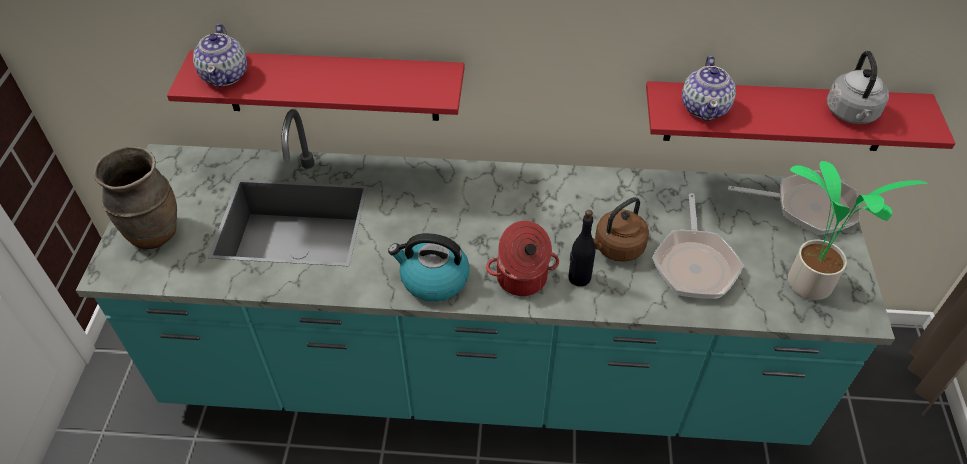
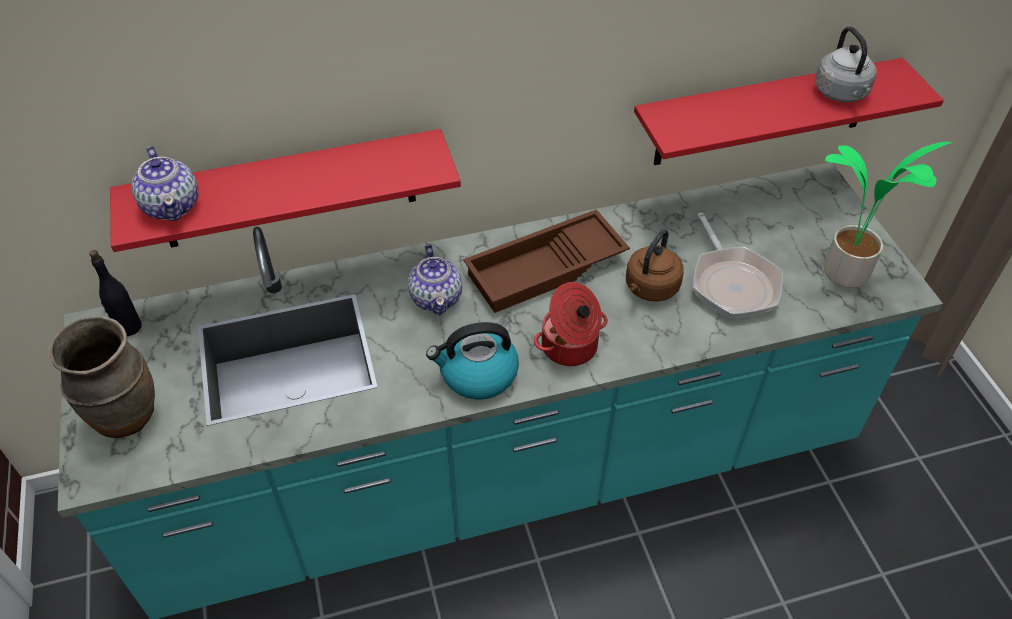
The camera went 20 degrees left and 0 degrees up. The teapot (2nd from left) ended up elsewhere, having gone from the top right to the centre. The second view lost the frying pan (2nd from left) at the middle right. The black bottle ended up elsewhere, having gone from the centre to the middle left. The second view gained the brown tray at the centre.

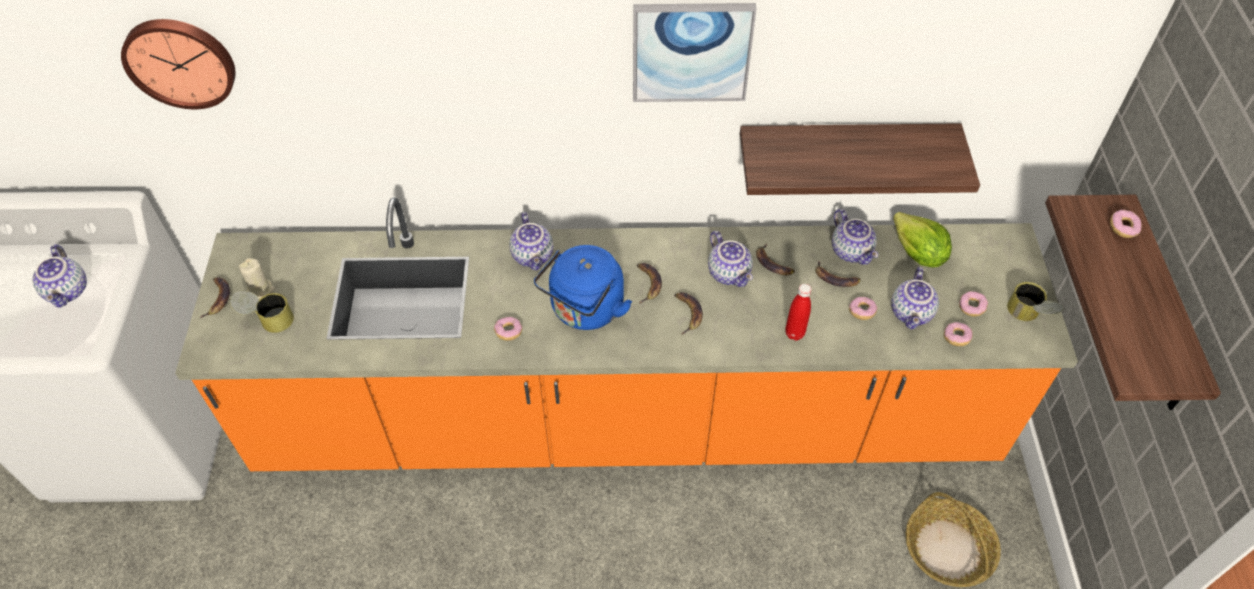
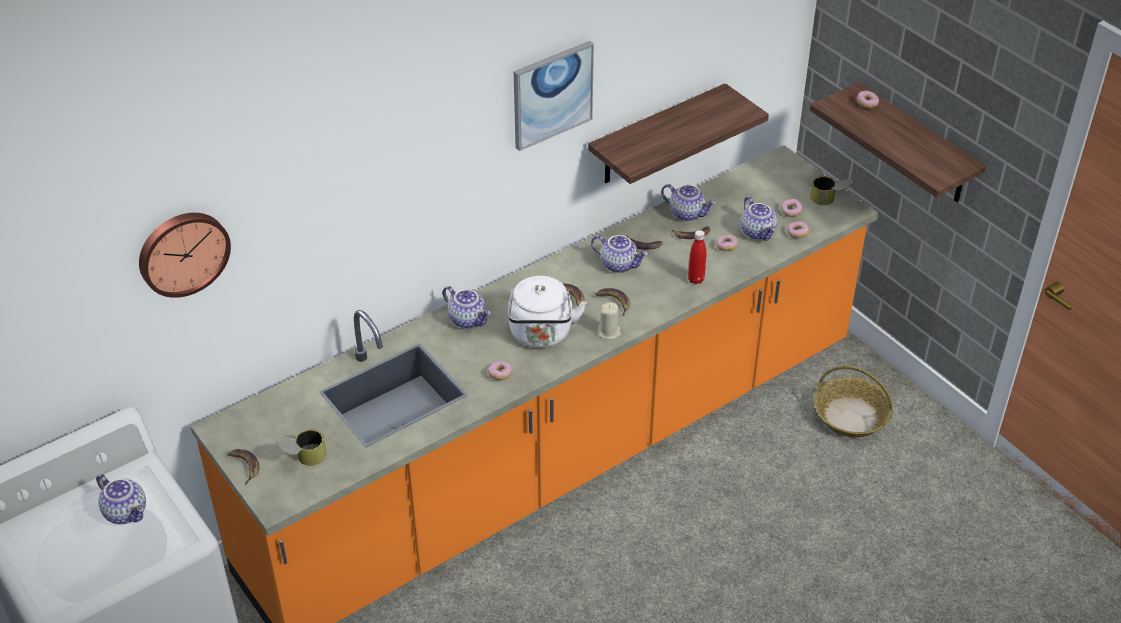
The camera went 35 degrees left and 10 degrees down. The second view lost the lettuce at the middle right. What was the blue kettle at the centre turned into the white kettle at the centre. The beige candle ended up elsewhere, having gone from the middle left to the centre.

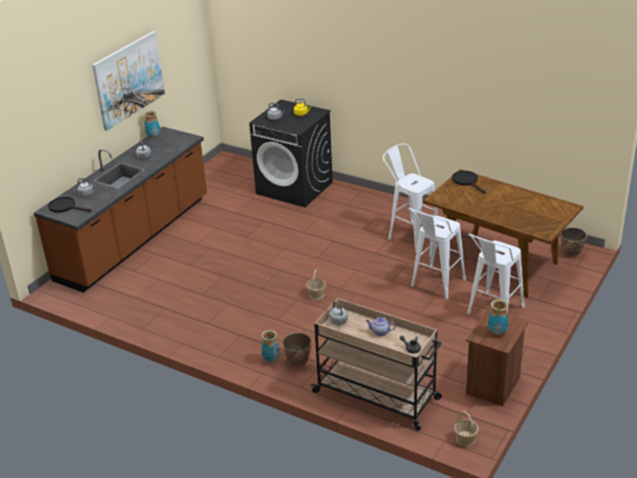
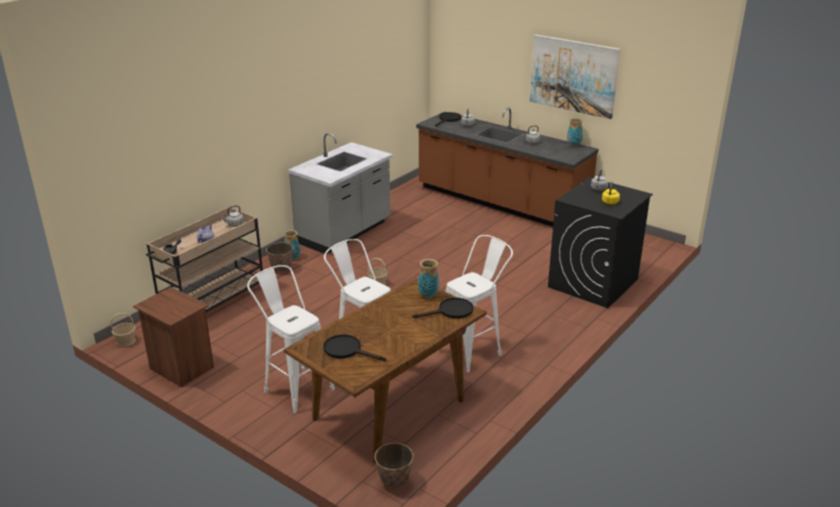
The camera went 95 degrees right and 5 degrees down. The vase (3rd from left in the first image) ended up elsewhere, having gone from the middle right to the centre. The second view gained the grey counter at the centre. The second view gained the black frying pan (1st from left) at the bottom centre.

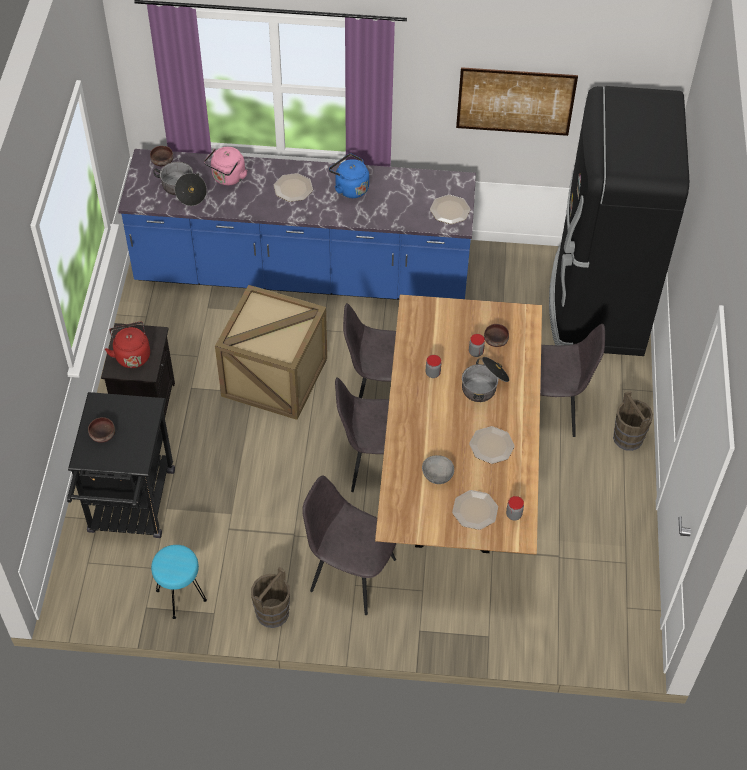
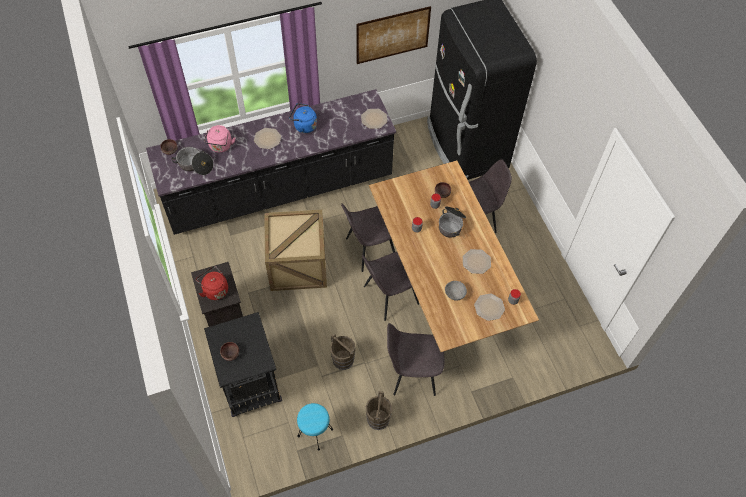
The camera went 25 degrees left and 5 degrees up. What was the blue counter at the top centre turned into the black counter at the top centre. The brown bucket (2nd from left in the first image) ended up elsewhere, having gone from the middle right to the bottom centre.

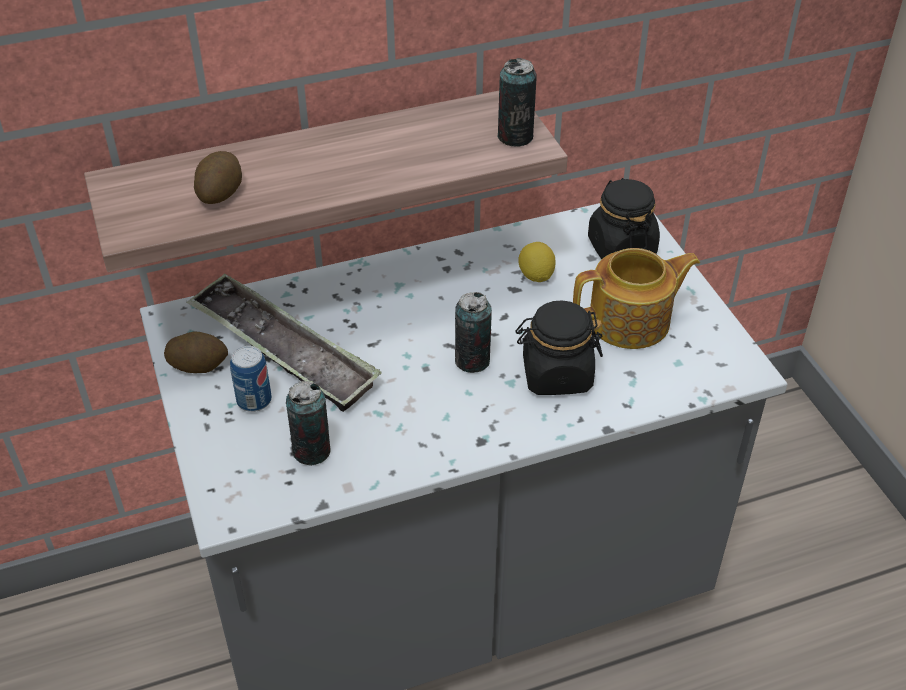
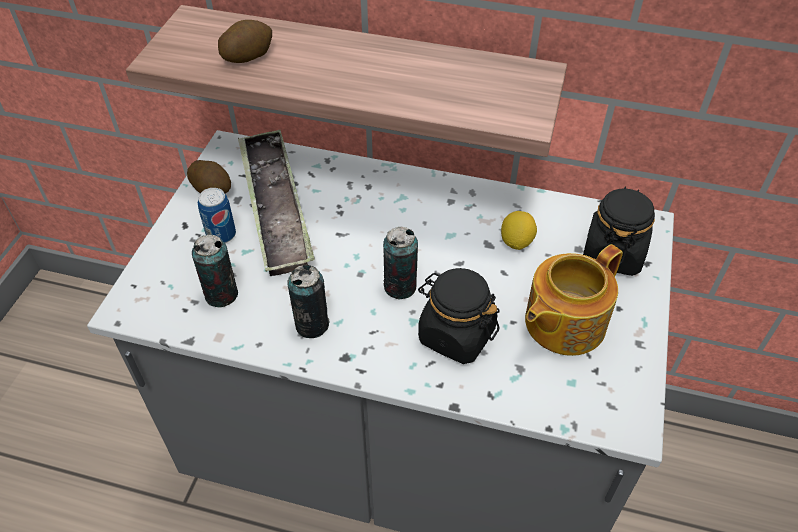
The camera went 35 degrees right and 5 degrees up. The can (4th from left in the first image) ended up elsewhere, having gone from the top centre to the centre. The teapot at the middle right ended up facing another way, 120 degrees clockwise from before.

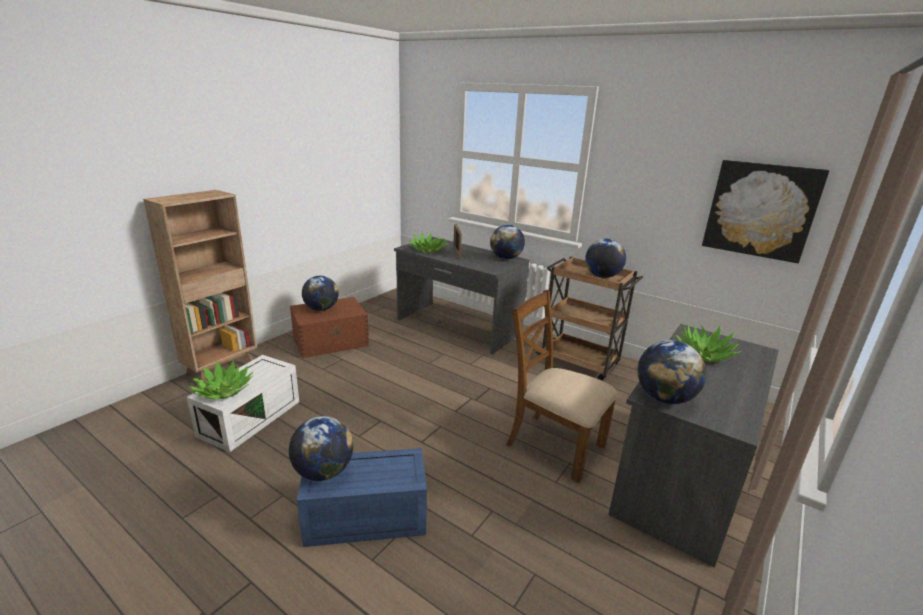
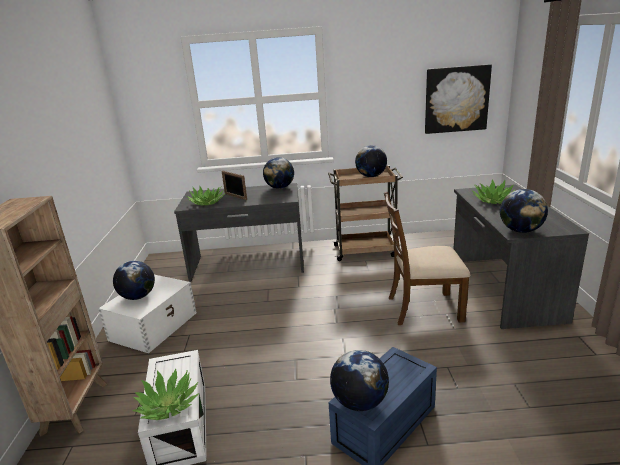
The camera went 35 degrees left and 0 degrees up. What was the brown storage box at the centre turned into the white storage box (1st from left) at the bottom left.

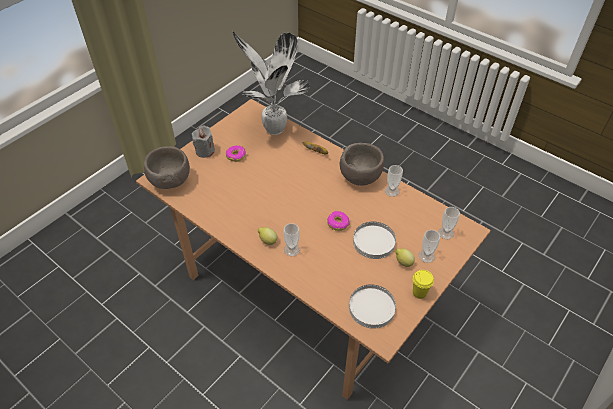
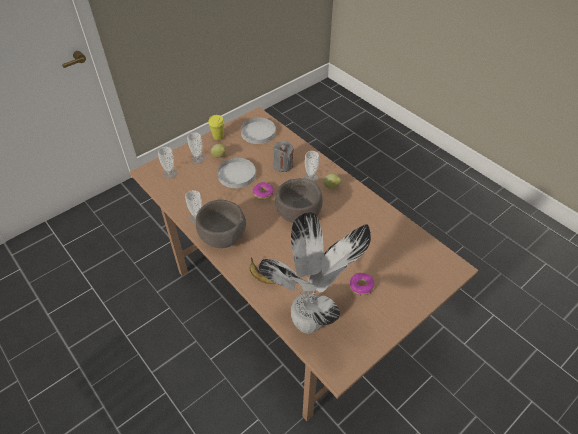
The camera went 170 degrees left and 0 degrees up. The grey candle ended up elsewhere, having gone from the middle left to the centre. The brown bowl (1st from left in the first image) ended up elsewhere, having gone from the middle left to the centre.

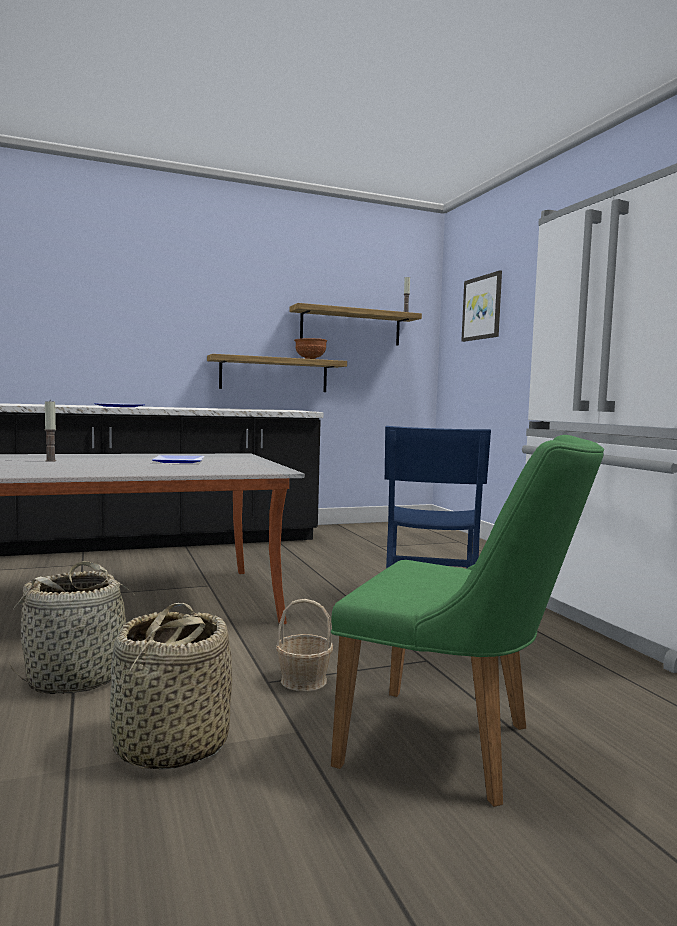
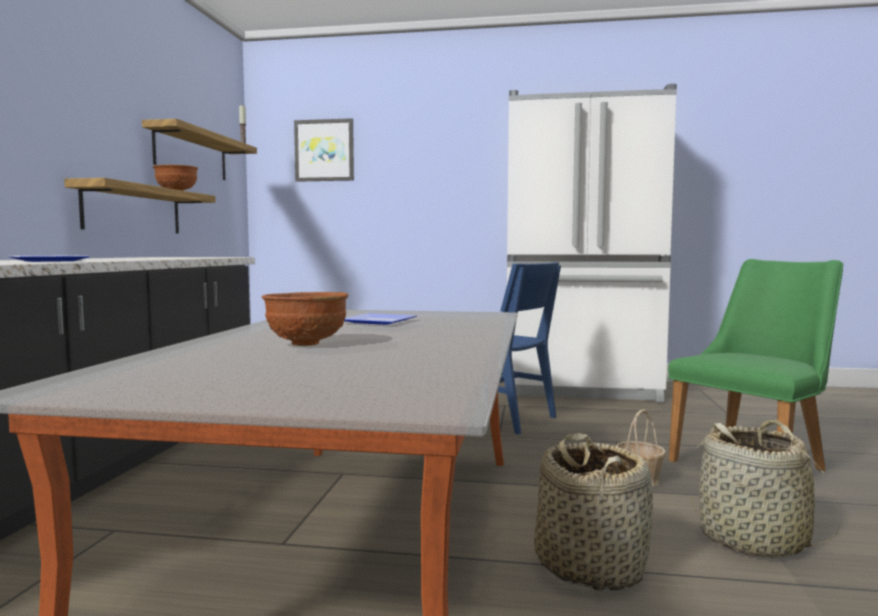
The camera went 60 degrees left and 0 degrees up. Where the candle (1st from left) stood at the middle left, the brown bowl (2nd from left) came to stand at the centre.

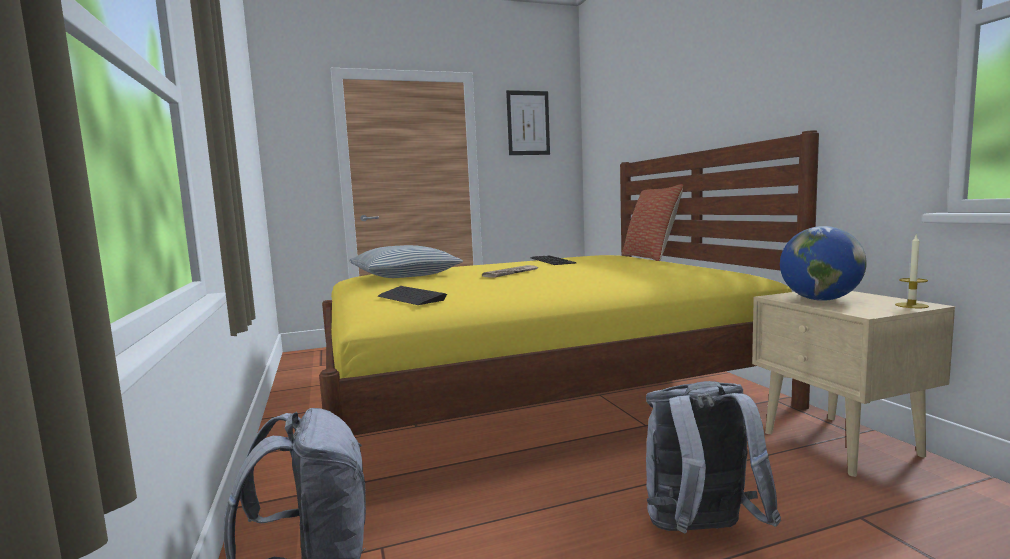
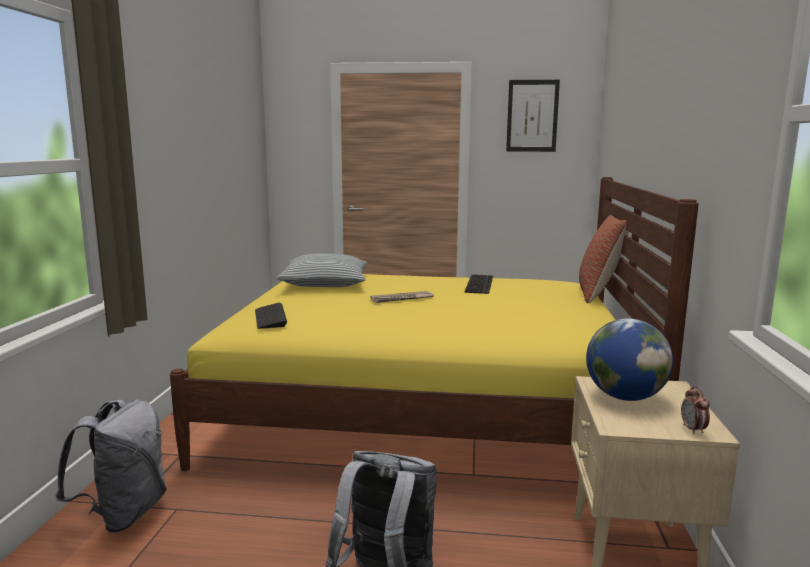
The camera went 25 degrees right and 5 degrees up. Where the candle stood at the middle right, the alarm clock came to stand at the bottom right.

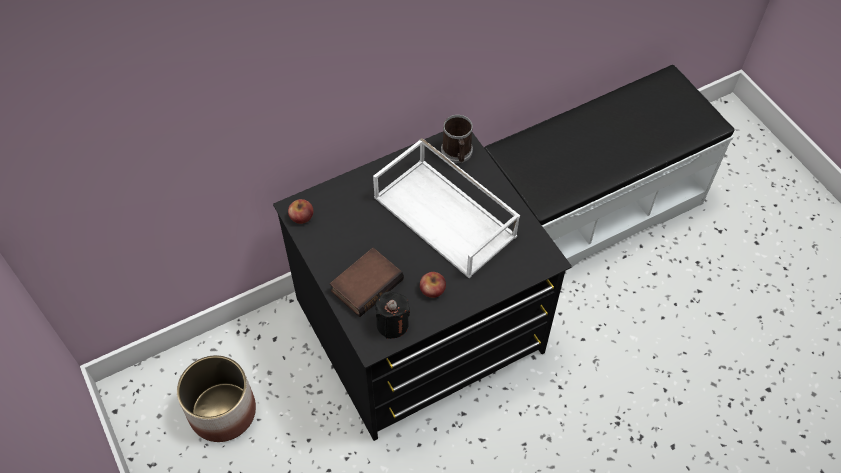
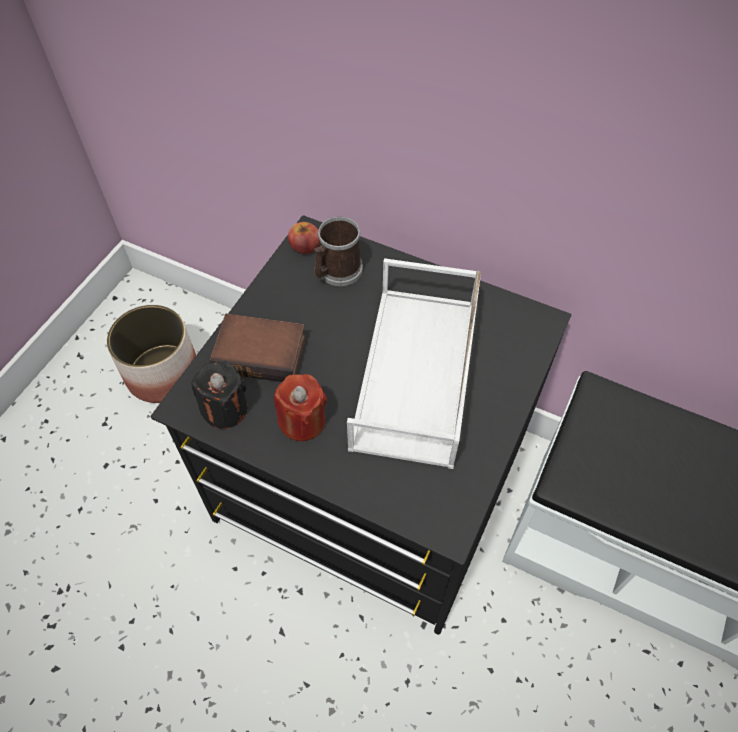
The camera went 55 degrees right and 0 degrees up. The mug ended up elsewhere, having gone from the top centre to the centre. Where the apple (2nd from left) stood at the centre, the red candle came to stand at the centre.

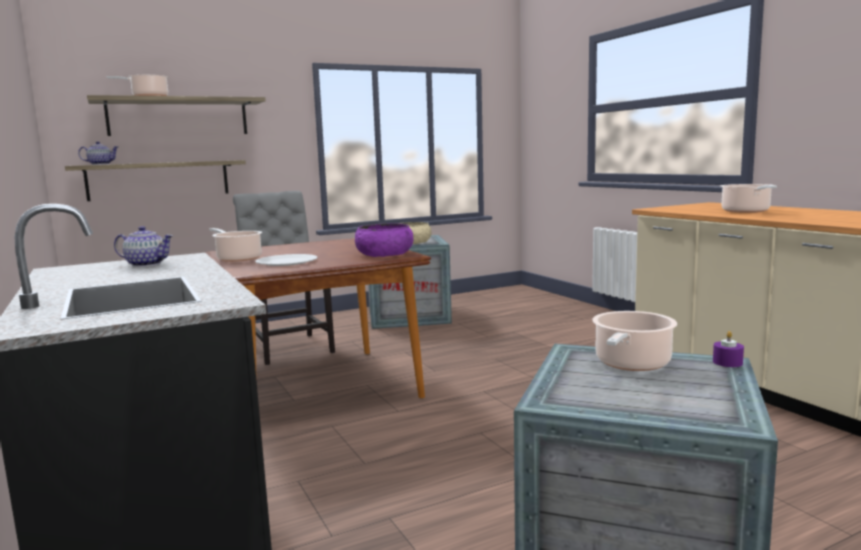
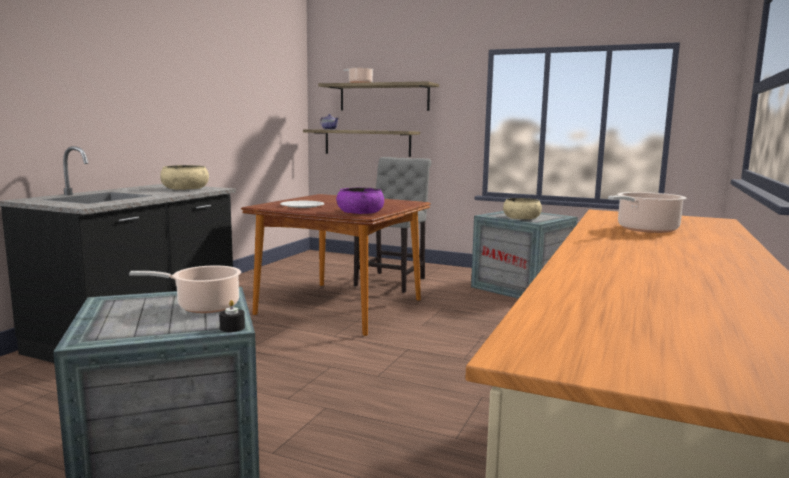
The camera went 50 degrees right and 0 degrees up. Where the teapot (2nd from left) stood at the middle left, the beige bowl (1st from left) came to stand at the middle left. The second view lost the cooking pot (2nd from left) at the middle left. What was the purple candle at the middle right turned into the black candle at the middle left.

